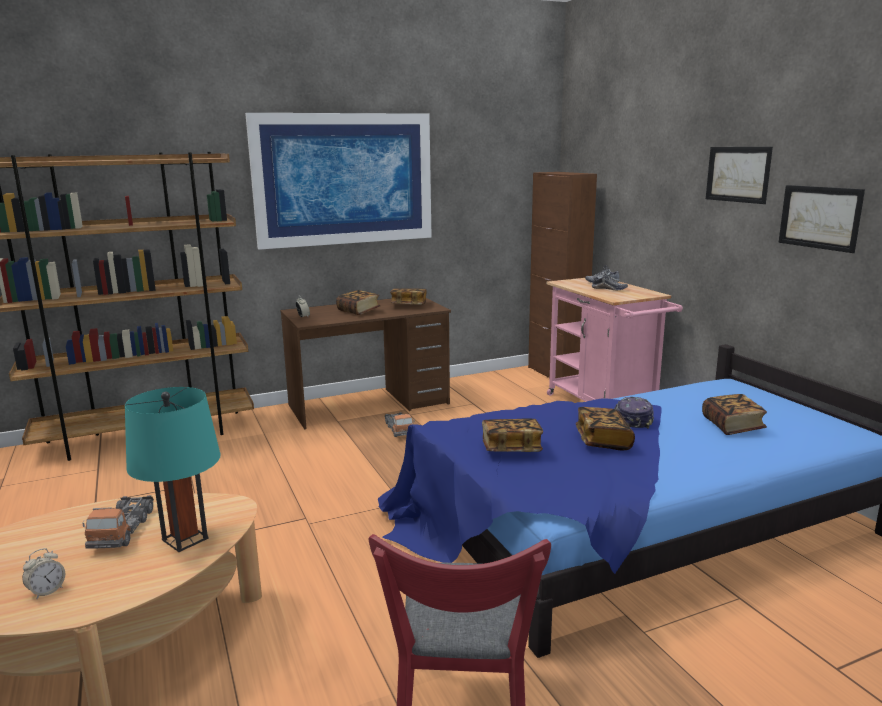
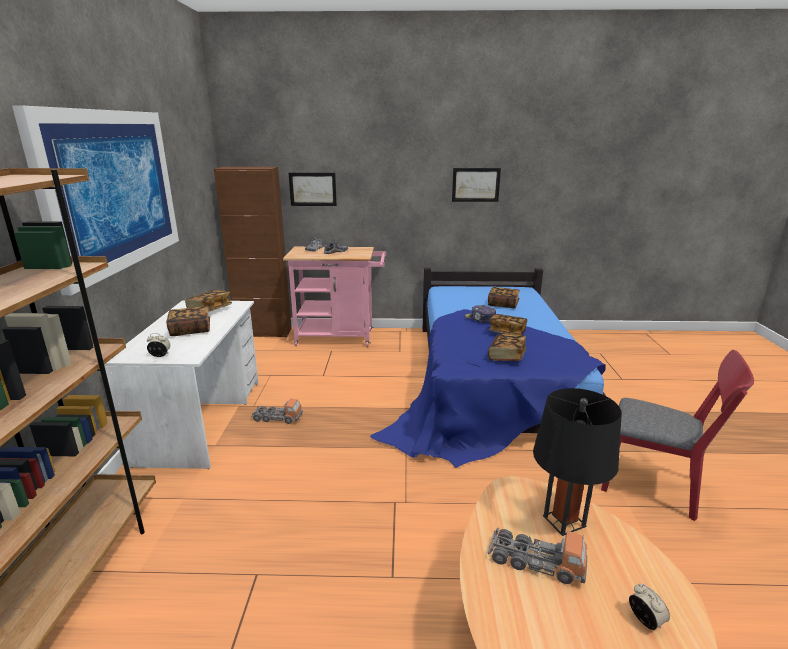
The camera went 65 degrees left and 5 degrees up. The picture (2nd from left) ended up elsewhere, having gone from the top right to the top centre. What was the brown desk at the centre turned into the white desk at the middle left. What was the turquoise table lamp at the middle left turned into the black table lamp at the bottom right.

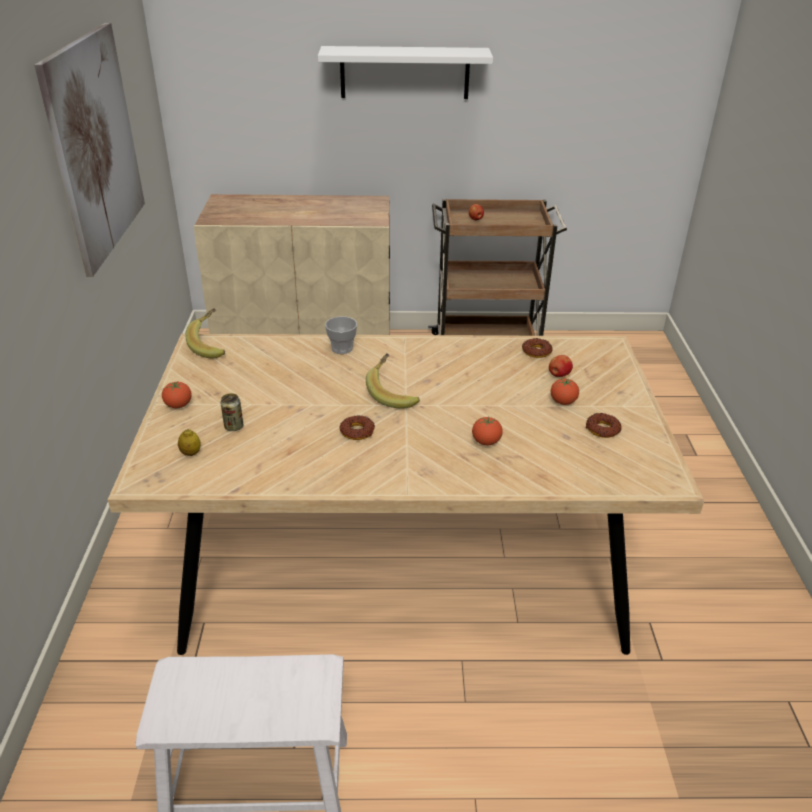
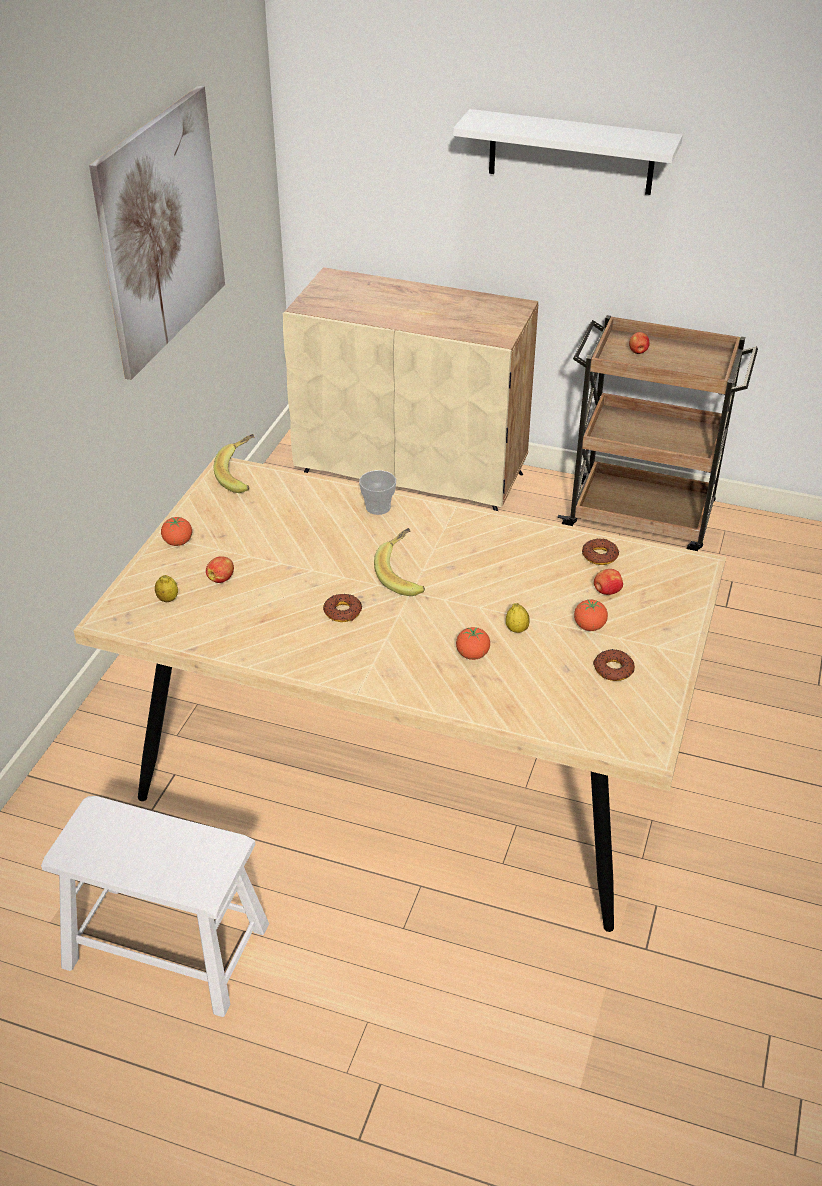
The camera went 20 degrees right and 5 degrees up. Where the can stood at the middle left, the apple (1st from left) came to stand at the middle left. The second view gained the lemon (2nd from left) at the centre.

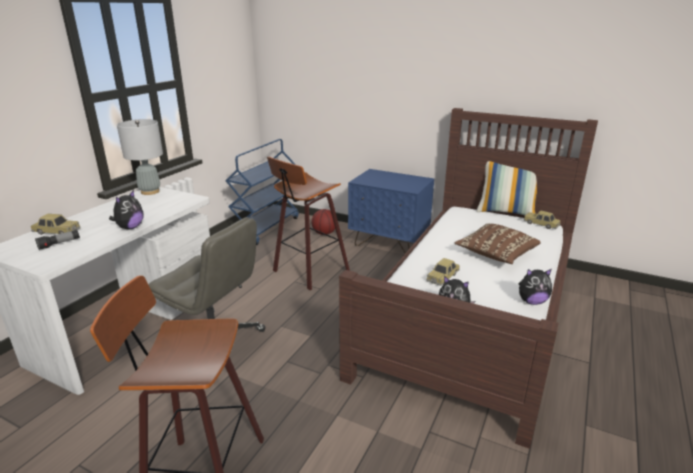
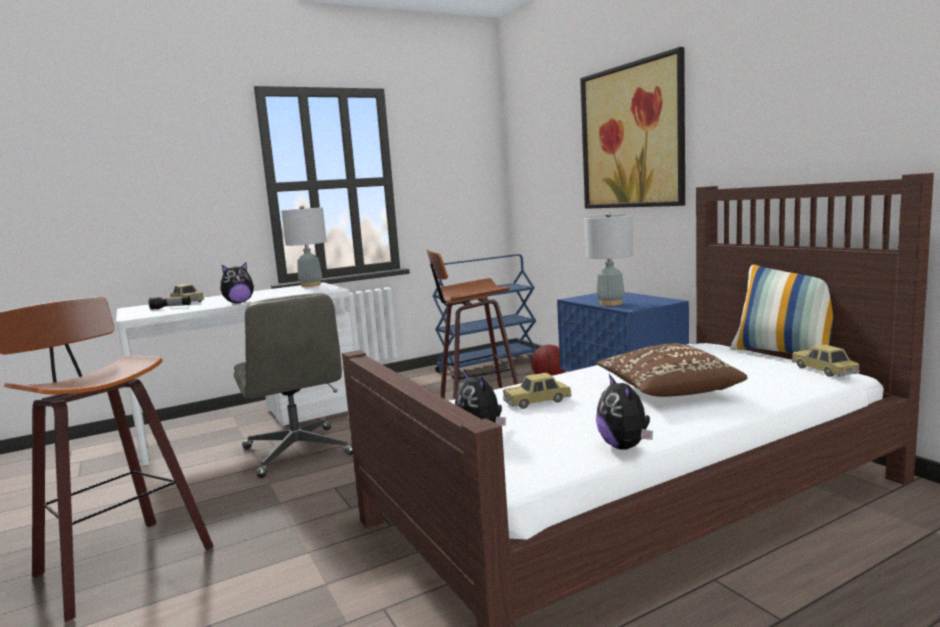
The camera went 35 degrees right and 15 degrees down. The plush toy (3rd from left) at the middle right ended up facing another way, 45 degrees clockwise from before. The second view gained the picture at the top right. The second view gained the grey table lamp (2nd from left) at the centre.

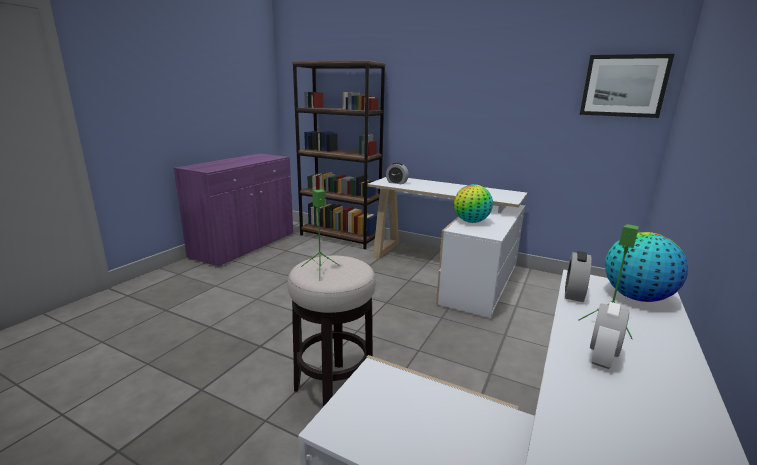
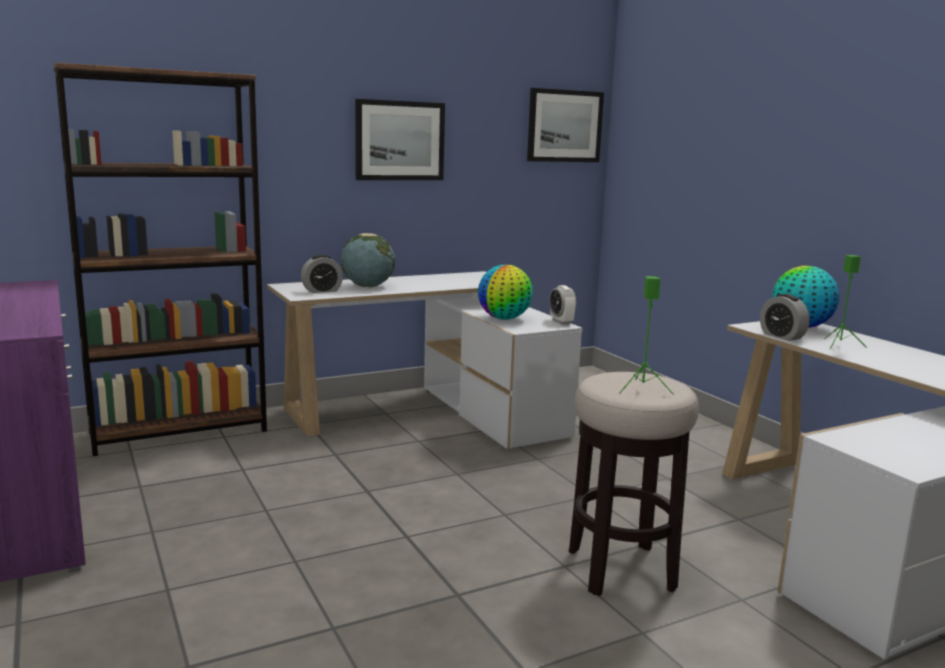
The camera went 55 degrees left and 5 degrees down. The alarm clock (3rd from left in the first image) ended up elsewhere, having gone from the bottom right to the centre. The second view gained the picture (1st from left) at the top centre. The second view gained the globe (1st from left) at the centre.

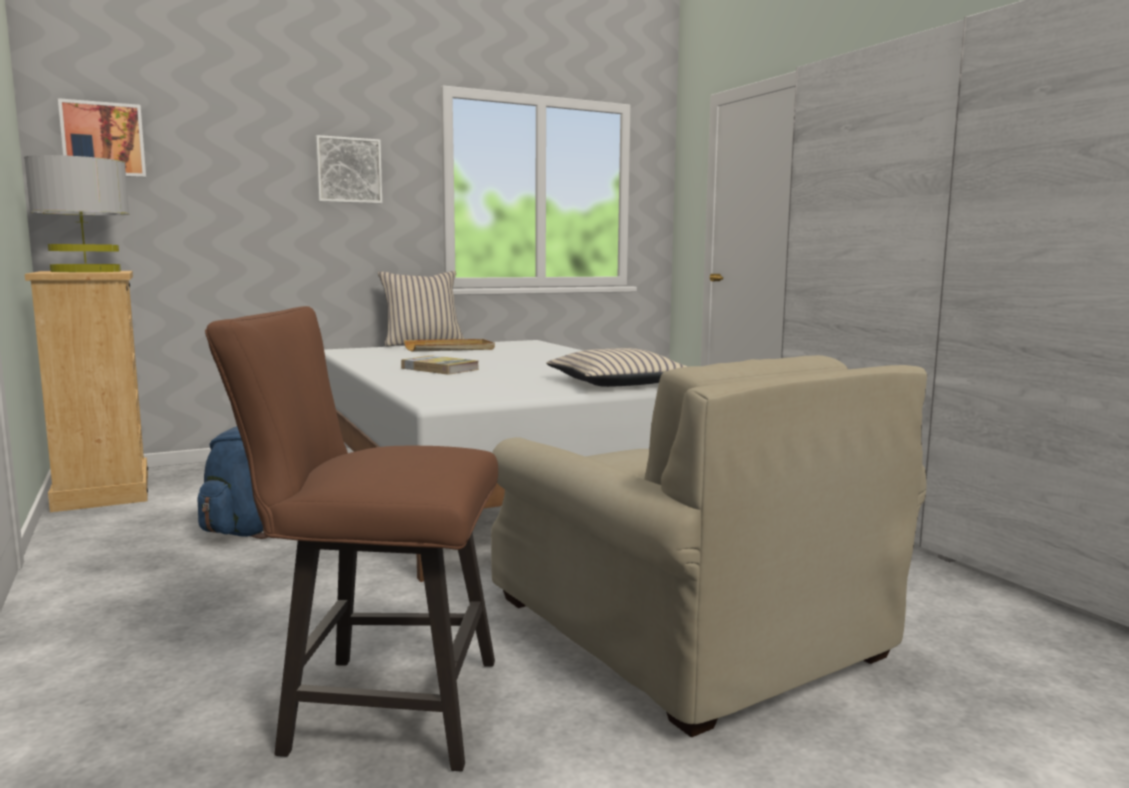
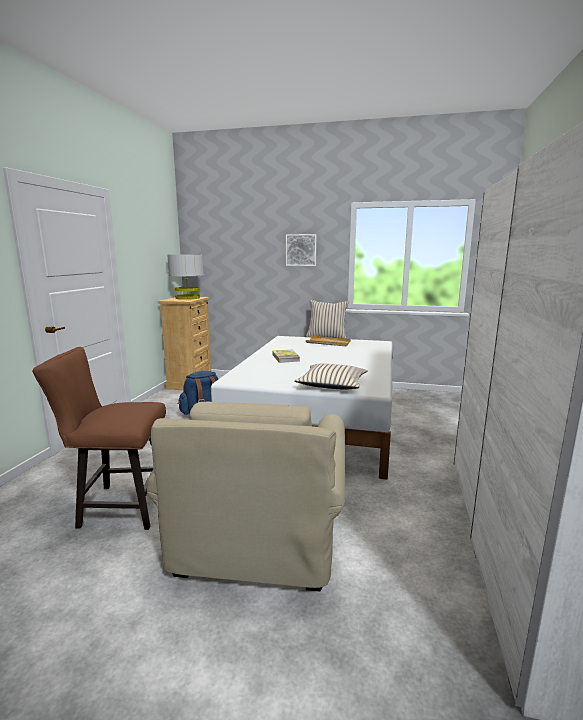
The camera went 40 degrees right and 5 degrees up. The second view lost the picture (1st from left) at the top left. The brown chair at the bottom left ended up facing another way, 45 degrees counterclockwise from before.

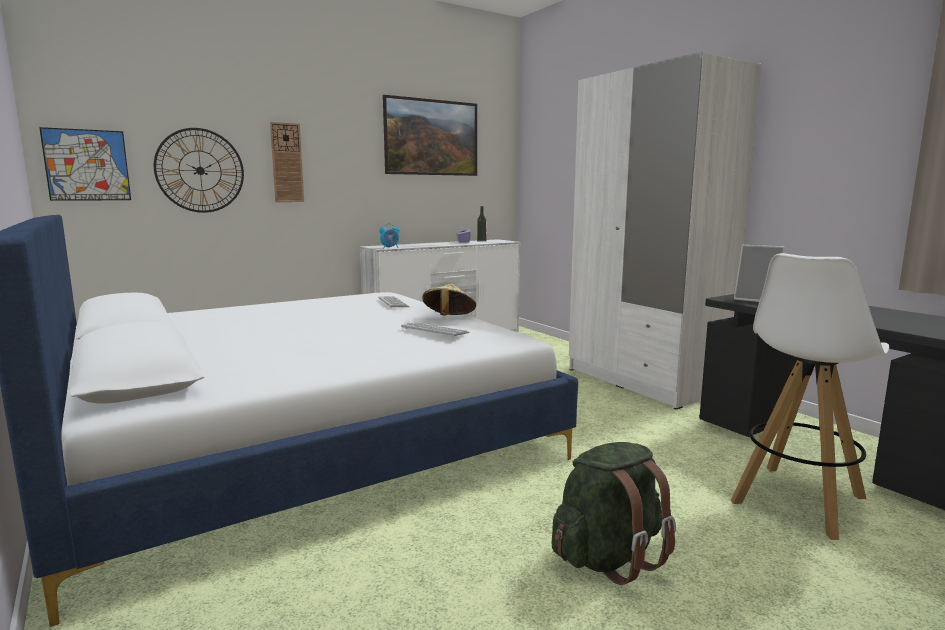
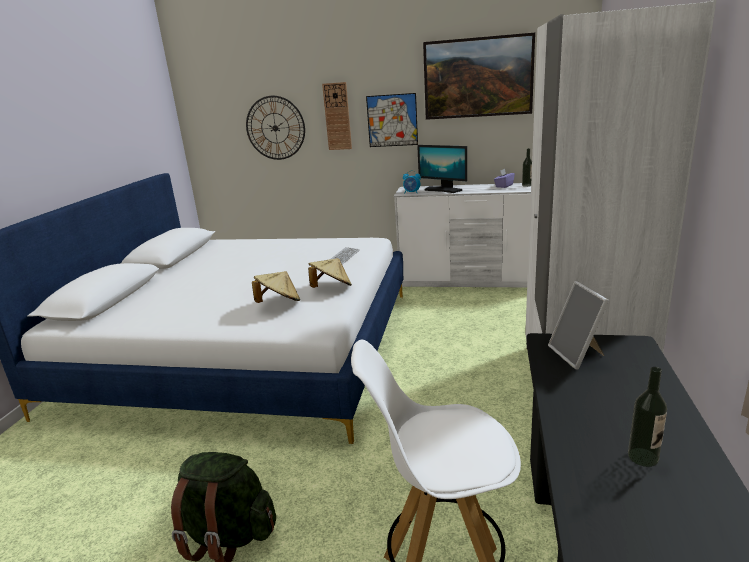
The camera went 45 degrees right and 10 degrees up. The picture (1st from left) ended up elsewhere, having gone from the top left to the top centre. Where the keyboard (2nd from left) stood at the centre, the beige hat (1st from left) came to stand at the centre. The second view gained the monitor at the top centre. The second view gained the bottle (2nd from left) at the bottom right.

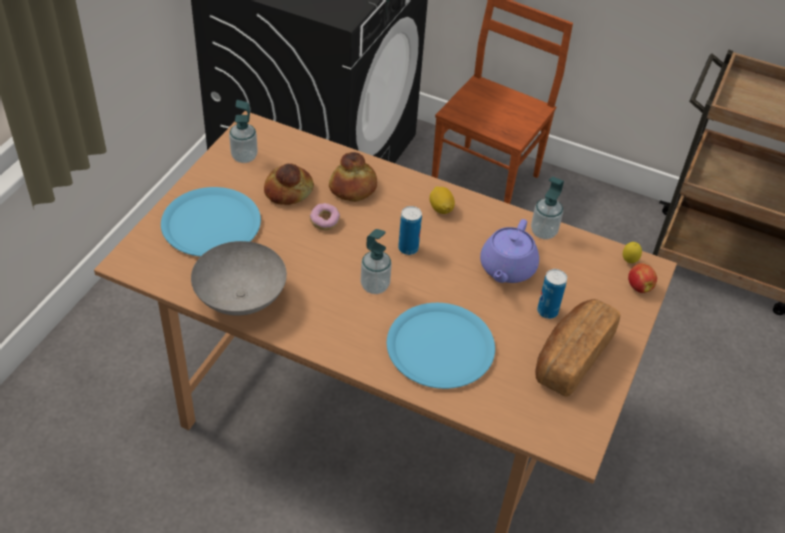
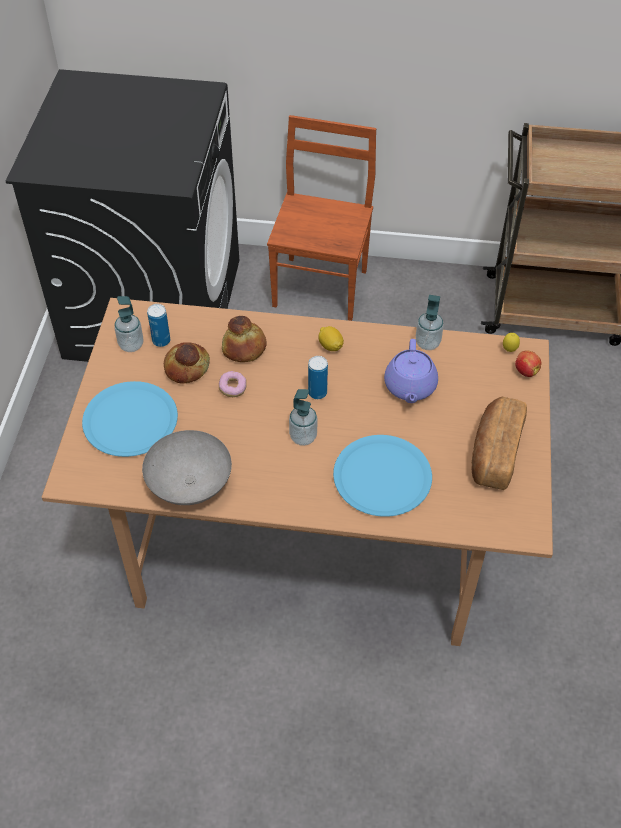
The camera went 15 degrees left and 5 degrees up. The can (2nd from left in the first image) ended up elsewhere, having gone from the middle right to the middle left.

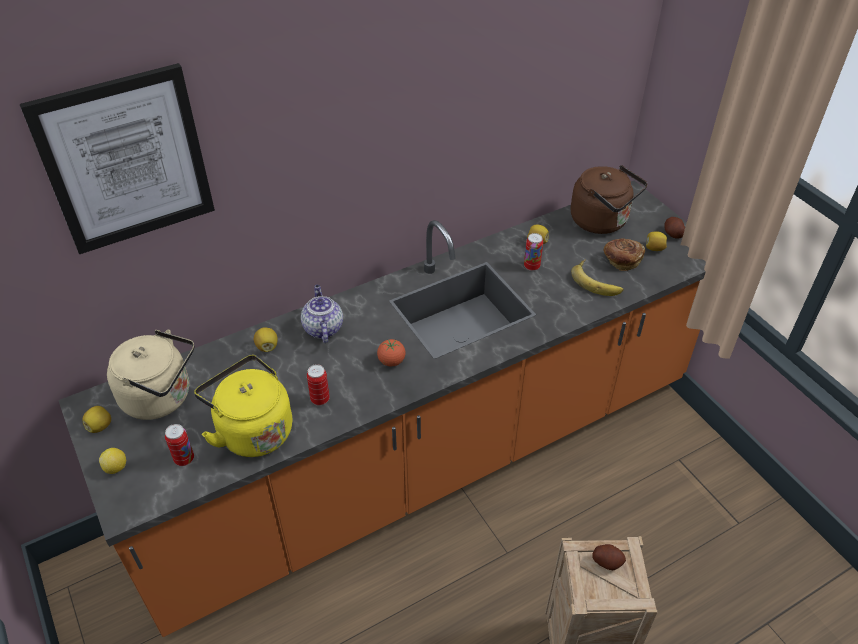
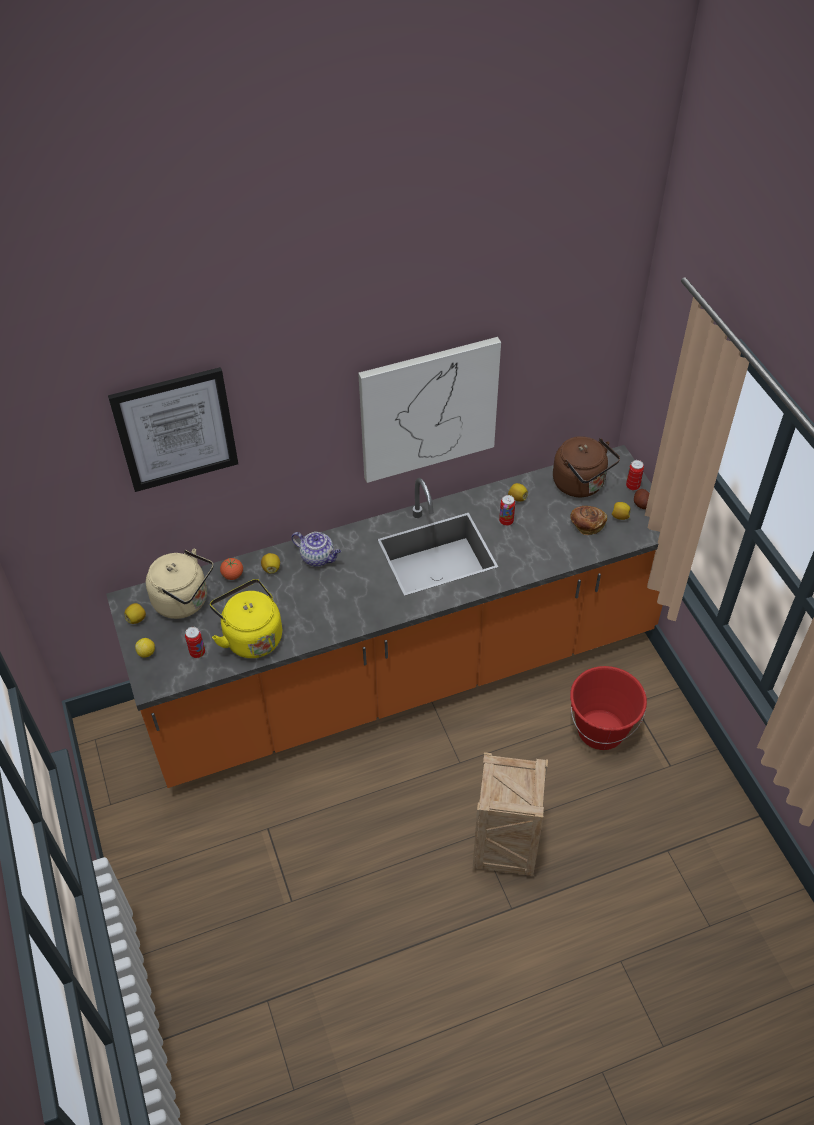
The camera went 10 degrees right and 5 degrees up. The second view lost the banana at the middle right. The teapot at the centre ended up facing another way, 120 degrees clockwise from before. The tomato ended up elsewhere, having gone from the centre to the middle left. The can (2nd from left in the first image) ended up elsewhere, having gone from the centre to the middle right. The second view lost the potato (1st from left) at the bottom right. The second view gained the picture (2nd from left) at the centre. The second view gained the red bucket at the middle right.

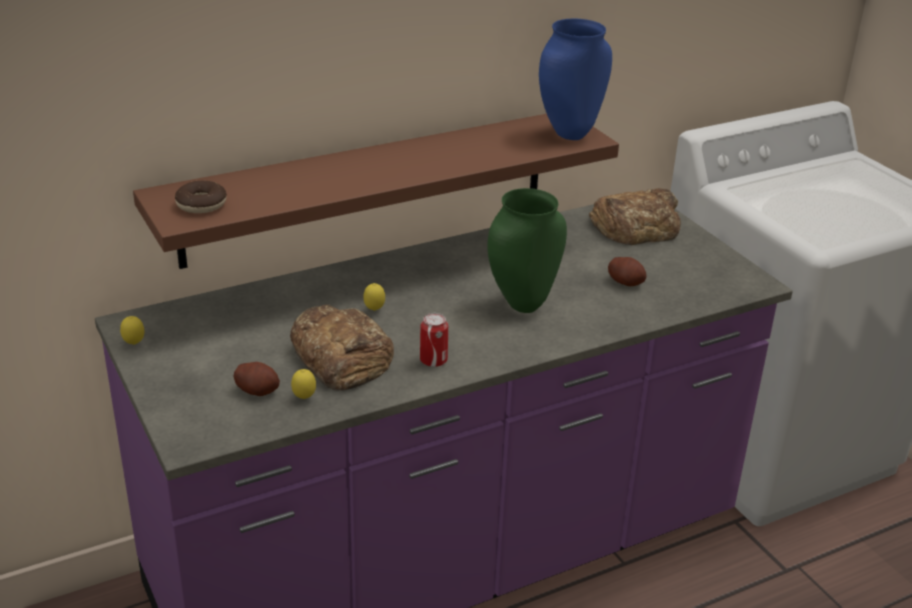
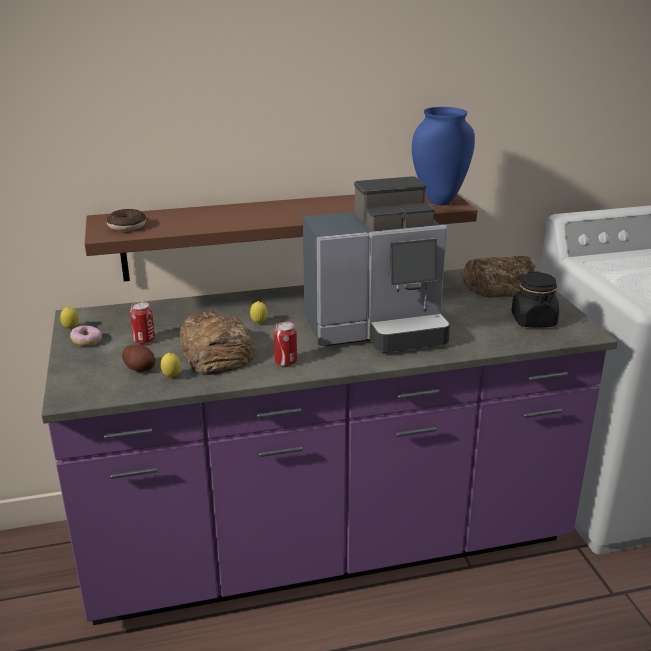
The camera went 15 degrees right and 5 degrees down. Where the green vase stood at the centre, the coffee machine came to stand at the centre. The second view lost the potato (2nd from left) at the middle right. The second view gained the black jar at the middle right. The second view gained the can (1st from left) at the middle left. The second view gained the donut (1st from left) at the middle left.

